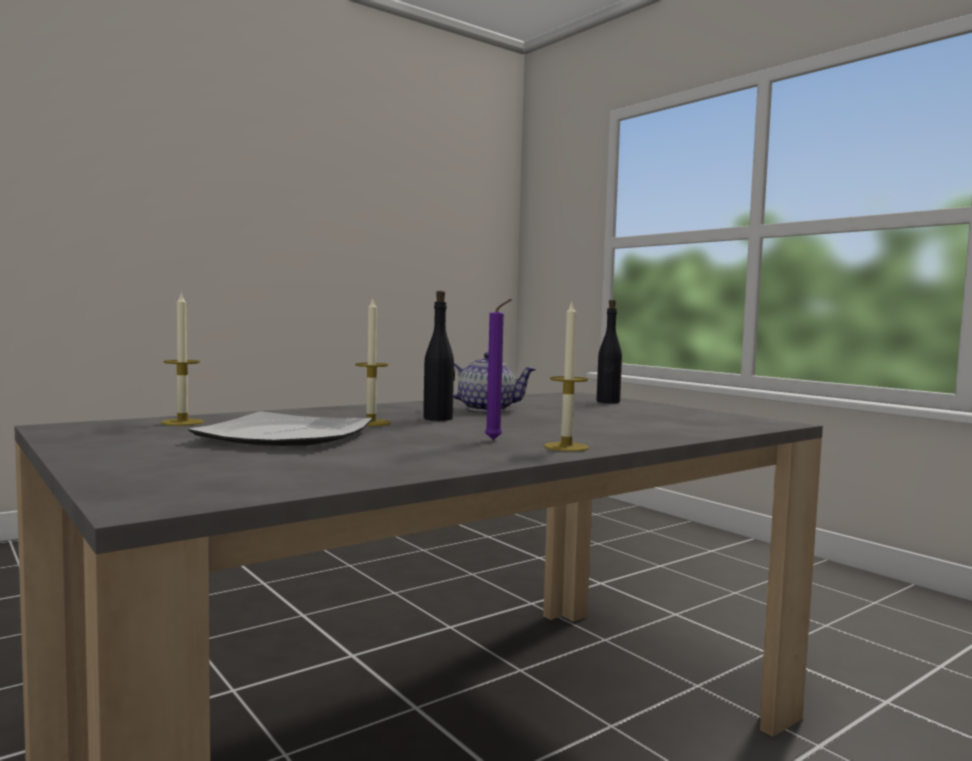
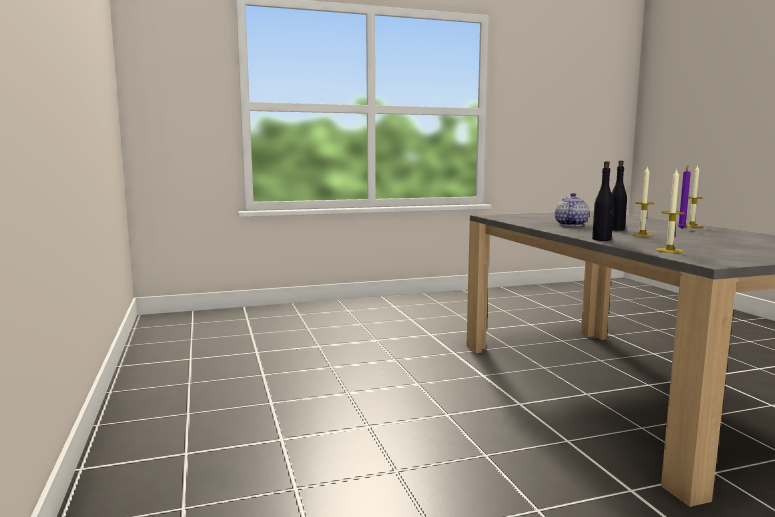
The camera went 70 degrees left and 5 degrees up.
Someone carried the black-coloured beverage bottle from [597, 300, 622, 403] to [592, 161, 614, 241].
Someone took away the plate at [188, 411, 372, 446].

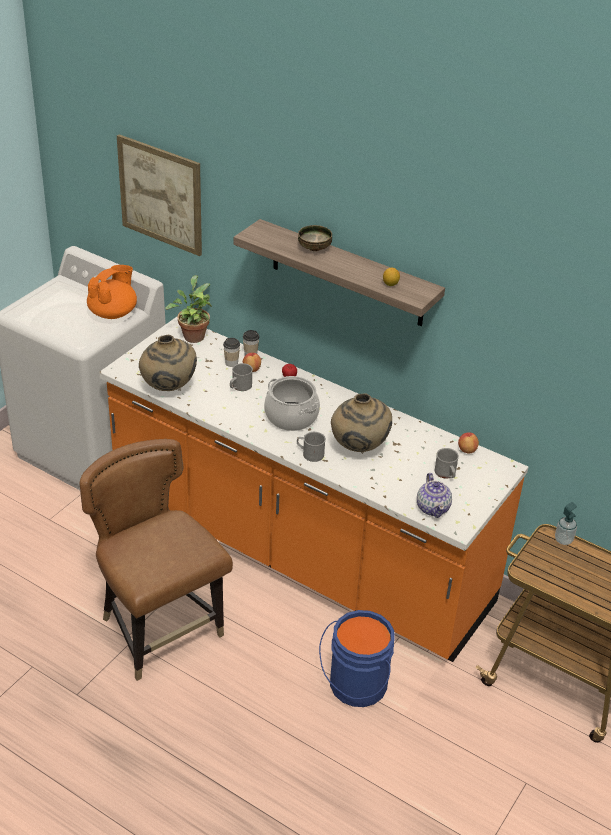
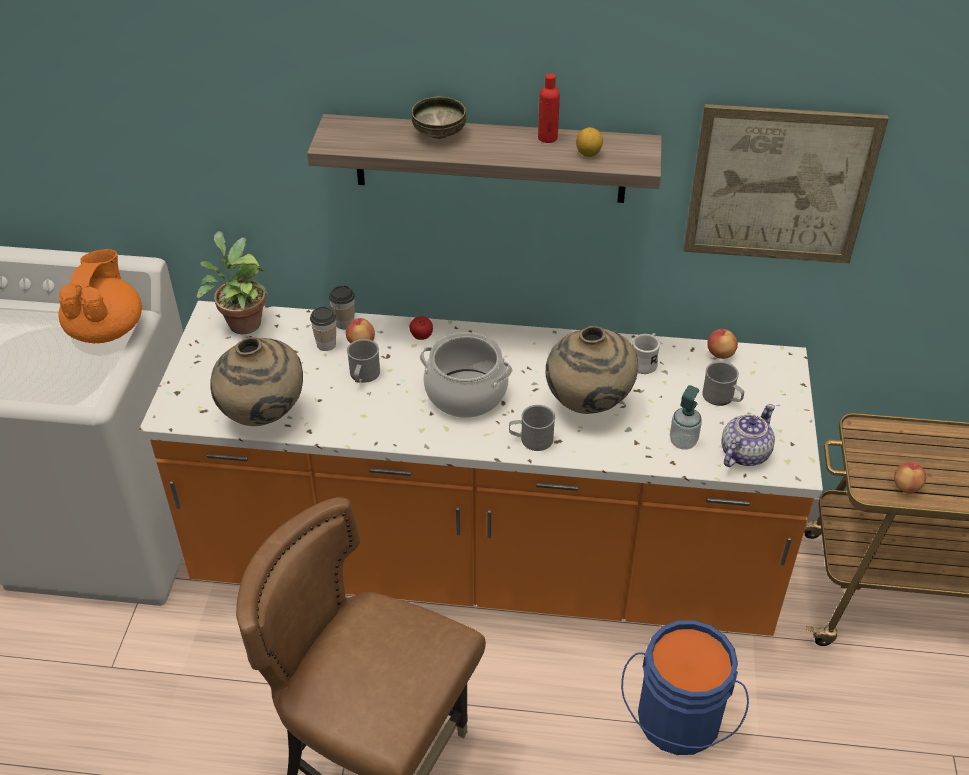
The camera went 25 degrees left and 5 degrees up.
Someone carried the wall art from [117, 134, 202, 256] to [684, 104, 889, 263].
Someone rotated the teapot at [417, 473, 452, 518] by 105 degrees counterclockwise.
Someone carried the liquid soap bottle from [555, 502, 577, 545] to [670, 385, 702, 450].
Someone put down the reddish beverage bottle at [538, 73, 560, 143].
Someone put down the white coffee mug at [632, 333, 660, 374].
Someone put down the apple at [894, 462, 926, 494].

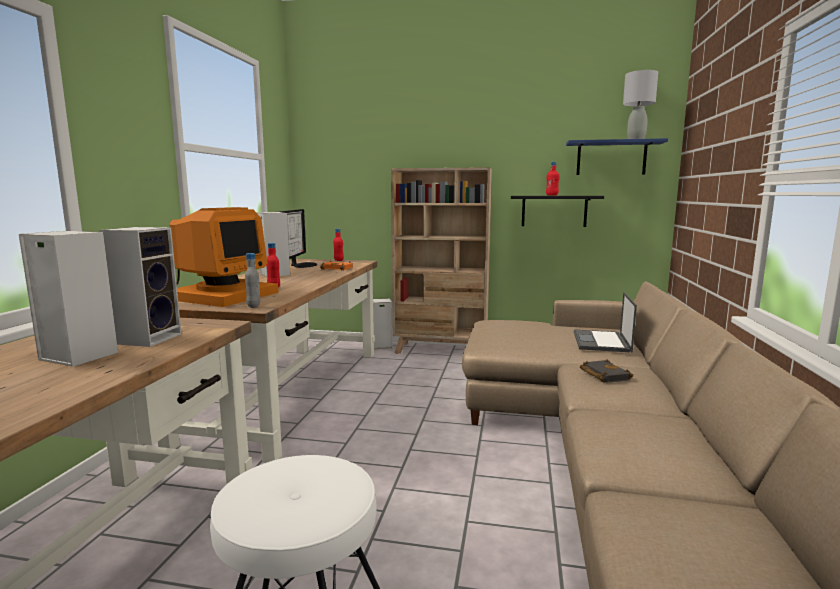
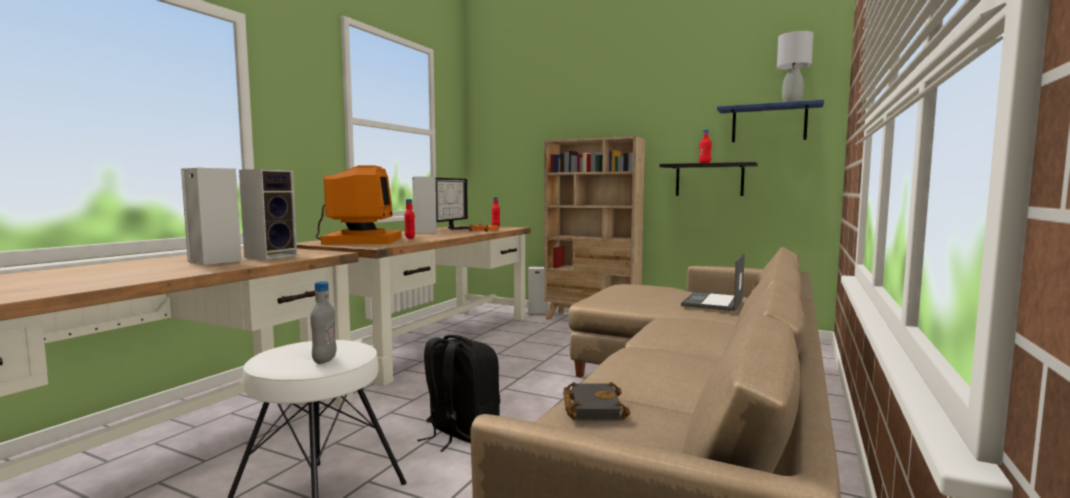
The camera went 15 degrees right and 5 degrees down.
Someone rotated the computer display at [169, 207, 278, 307] by 45 degrees counterclockwise.
Someone carried the grey beverage bottle from [245, 253, 260, 308] to [310, 281, 336, 364].
Someone carried the black-coloured volume from [580, 359, 633, 383] to [563, 382, 630, 421].
Someone put down the black-coloured knapsack at [417, 335, 500, 452].

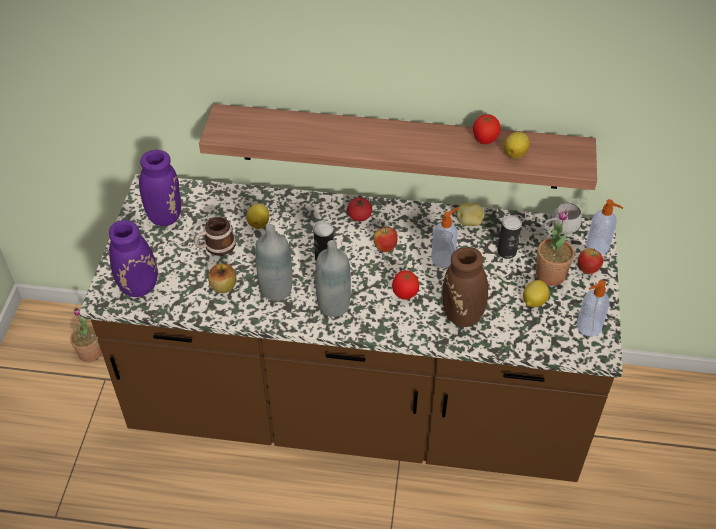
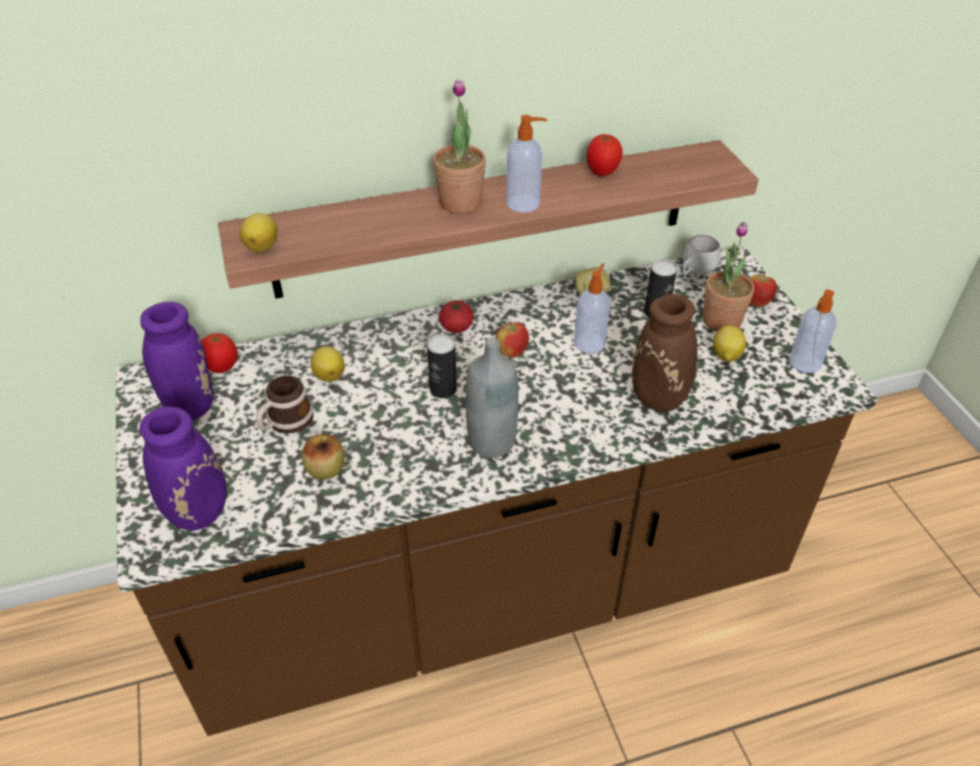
The camera went 25 degrees left and 5 degrees down.
Someone carried the lemon from [504, 132, 530, 159] to [240, 213, 278, 252].
Someone carried the liquid soap bottle from [586, 199, 623, 255] to [506, 115, 547, 213].
Someone took away the grey beverage bottle at [255, 224, 292, 301].
Someone carried the whole tomato from [392, 270, 419, 299] to [202, 333, 238, 373].
Someone carried the potted plant from [70, 307, 102, 362] to [433, 79, 486, 214].

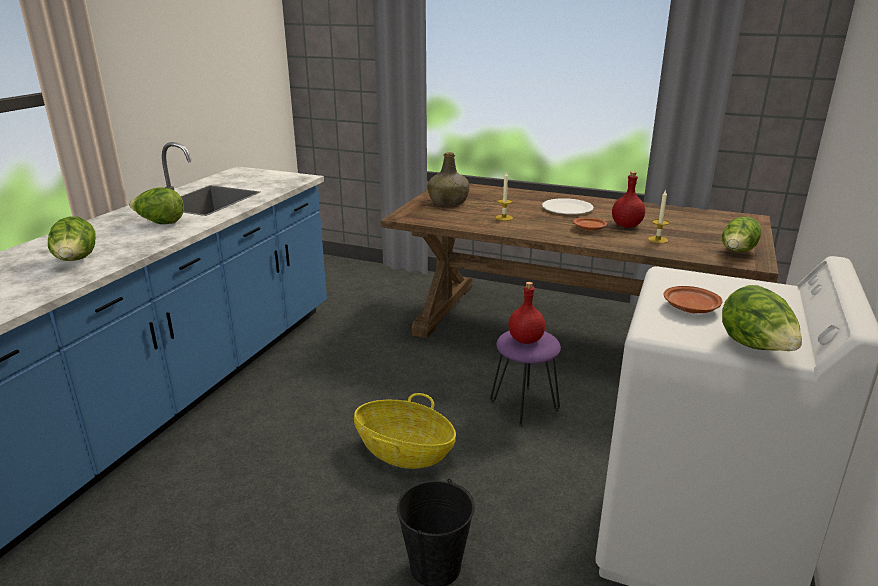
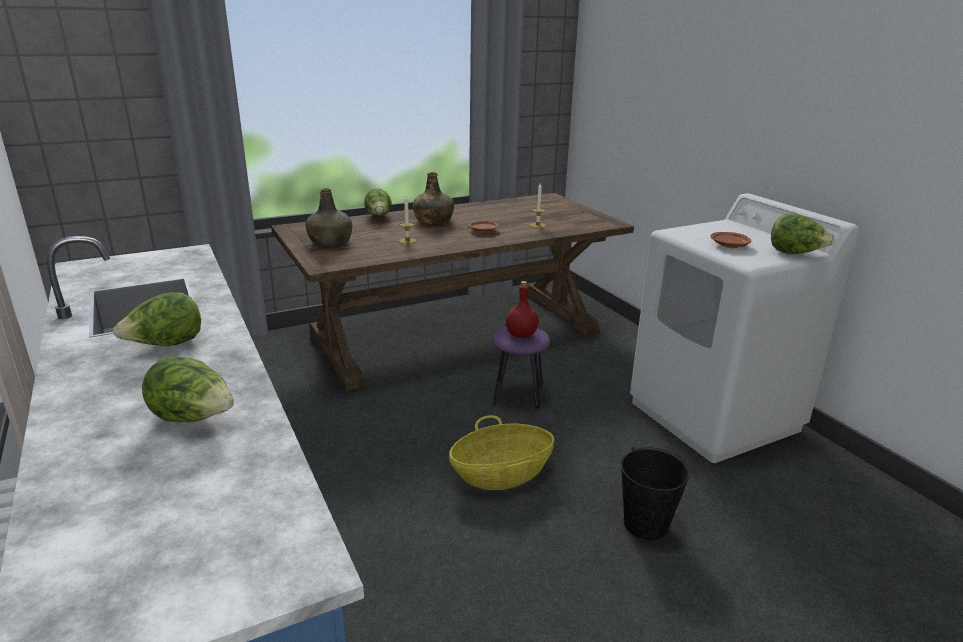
The camera went 50 degrees left and 0 degrees up.
Someone took away the reddish beverage bottle at [612, 171, 645, 228].
Someone swapped the white plate at [542, 198, 594, 214] for the green-coloured beverage bottle at [412, 172, 454, 224].
Someone carried the lettuce head from [722, 217, 762, 252] to [364, 188, 392, 217].

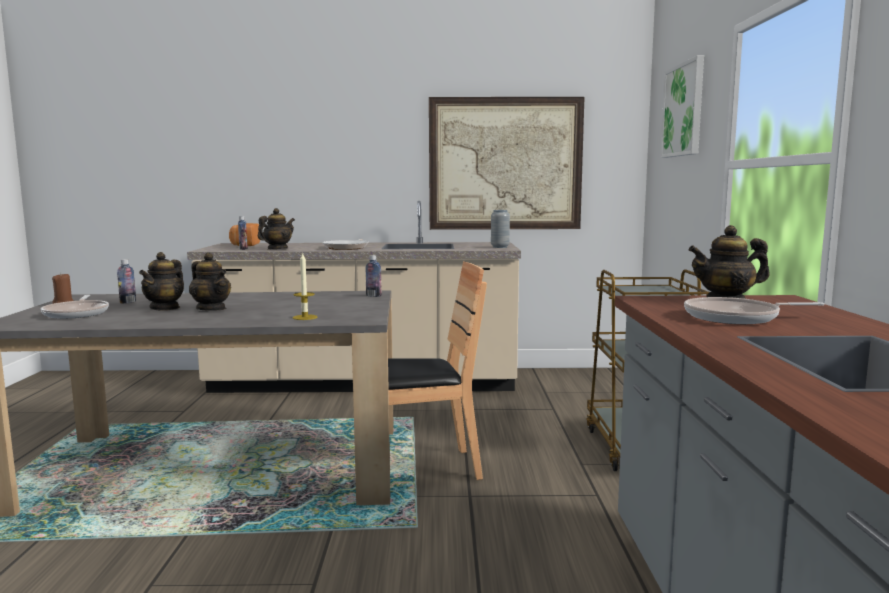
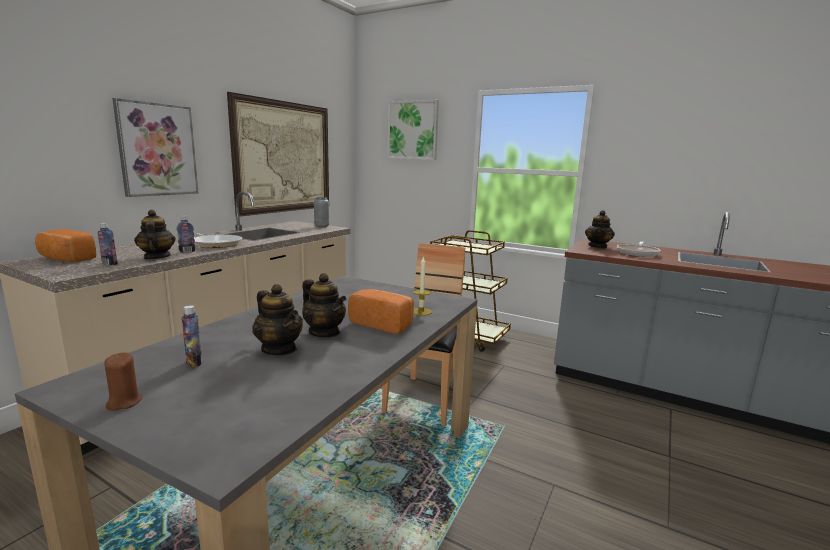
The camera went 60 degrees left and 5 degrees up.
Someone rotated the teapot at [189, 253, 231, 311] by 60 degrees clockwise.
Someone carried the beverage bottle from [365, 255, 382, 297] to [177, 216, 196, 253].
Someone took away the frying pan at [41, 295, 109, 319].
Someone put up the wall art at [112, 98, 198, 197].
Someone put down the bread at [348, 289, 414, 334].

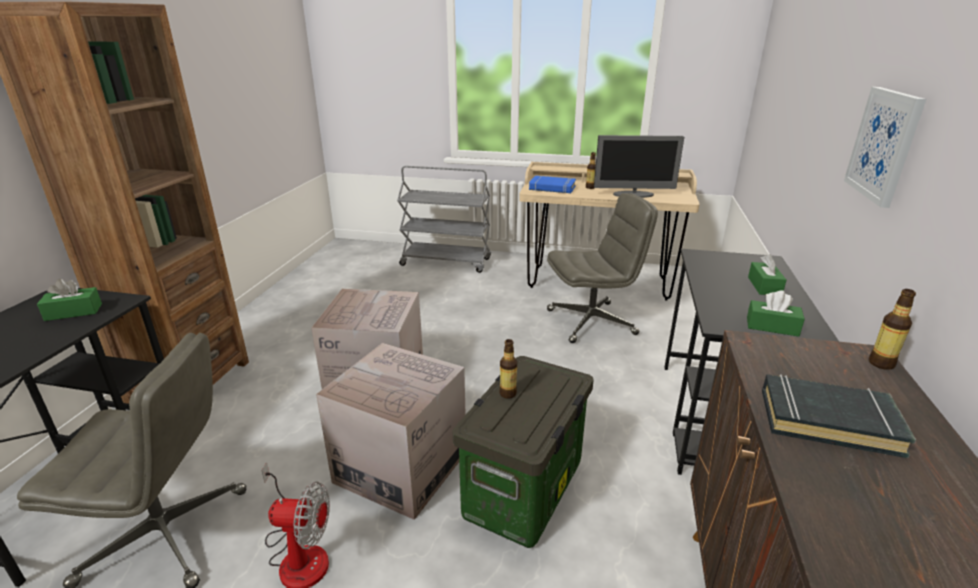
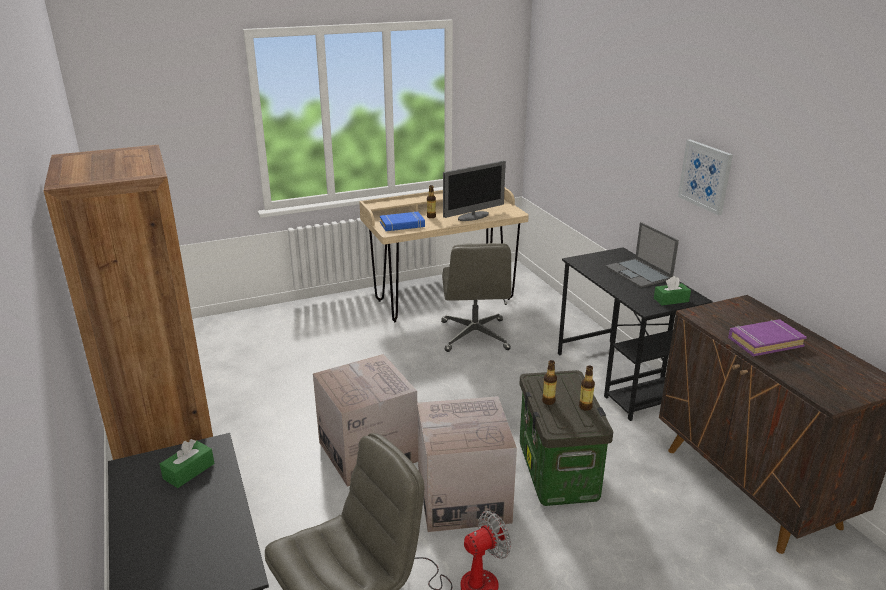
The camera went 35 degrees left and 0 degrees up.
Someone took away the grey cart at [397, 166, 491, 273].
Someone rotated the grey computer chair at [547, 193, 658, 343] by 135 degrees clockwise.
Someone swapped the green-coloured tissue holder at [748, 254, 787, 295] for the portable computer at [605, 222, 679, 288].
Someone carried the beverage bottle from [869, 289, 916, 370] to [579, 365, 595, 411].
Someone repainted the black-coloured volume at [762, 374, 916, 458], which became the purple-coloured volume at [728, 319, 807, 356].

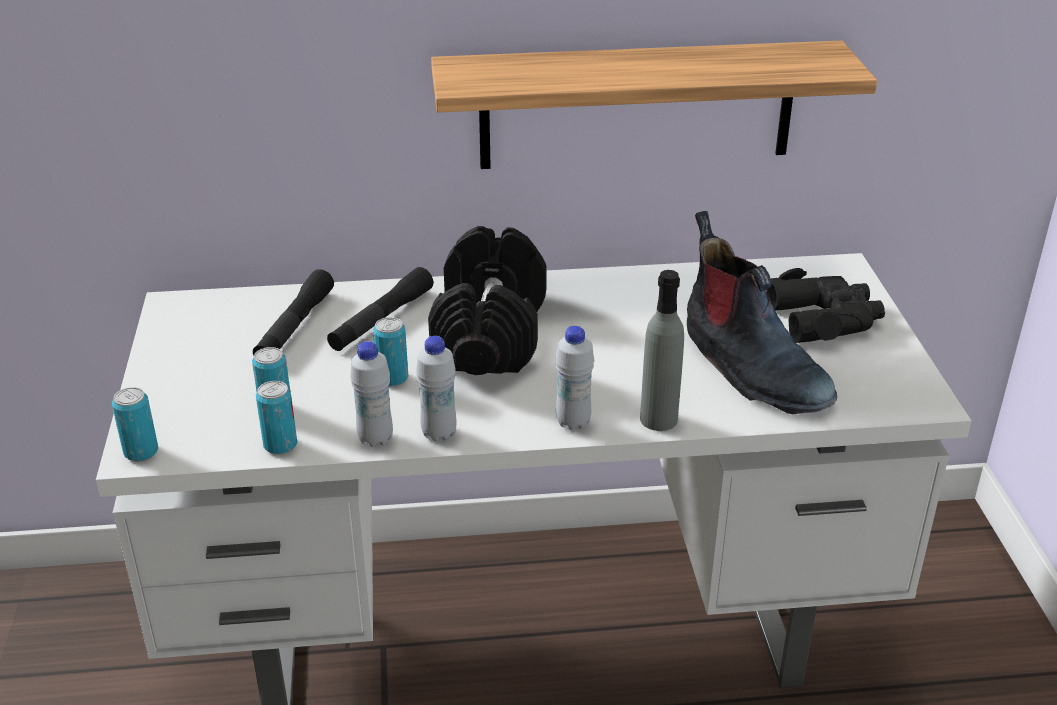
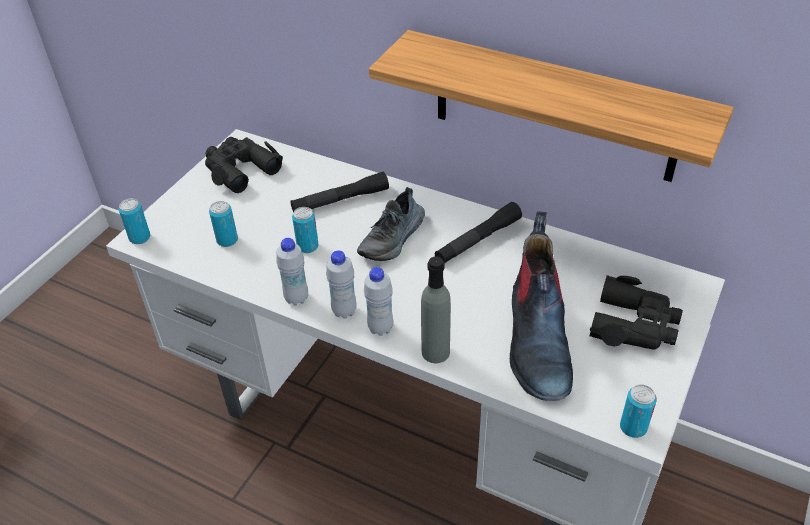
The camera went 35 degrees right and 10 degrees up.
Someone swapped the black-coloured hand weight at [428, 226, 547, 375] for the low shoe at [357, 187, 425, 261].
Someone carried the black-coloured torch from [253, 269, 334, 356] to [435, 202, 522, 264].
Someone carried the white beverage bottle from [350, 341, 393, 447] to [326, 250, 357, 319].
Someone carried the metal can from [256, 381, 297, 455] to [620, 384, 657, 438].
Someone put down the black-coloured binoculars at [205, 137, 283, 193].

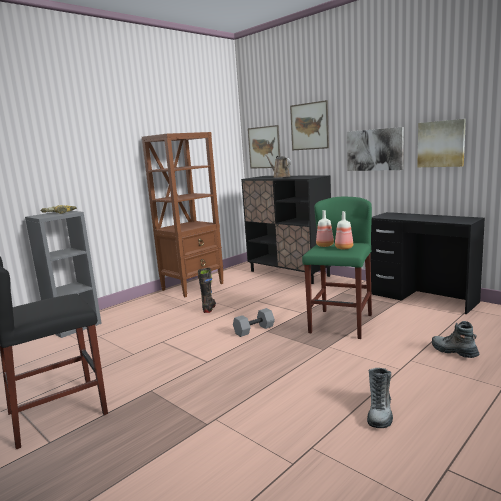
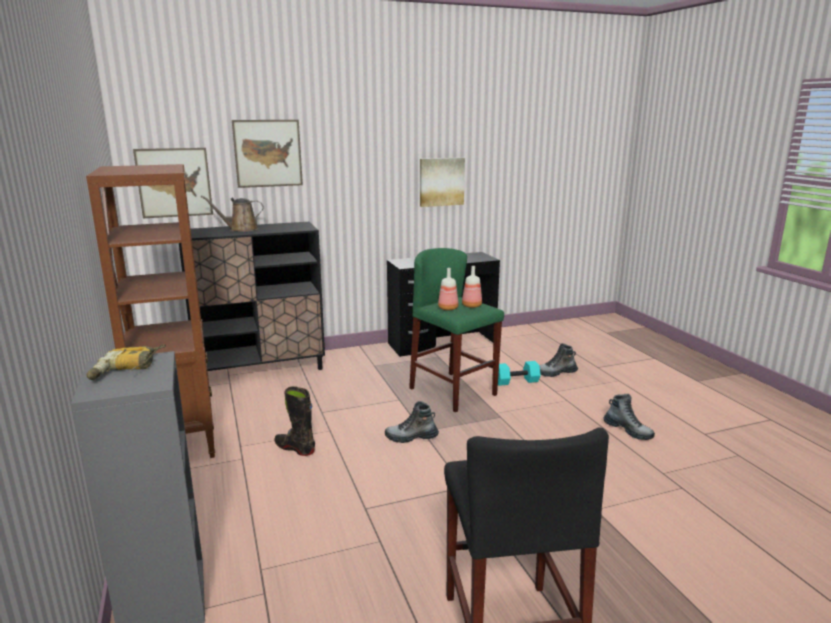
The camera went 65 degrees left and 5 degrees up.
Someone took away the wall art at [347, 127, 404, 171].
Someone swapped the grey hand weight at [233, 308, 275, 337] for the tall boot at [385, 401, 439, 443].
Someone put down the turquoise hand weight at [498, 361, 541, 386].

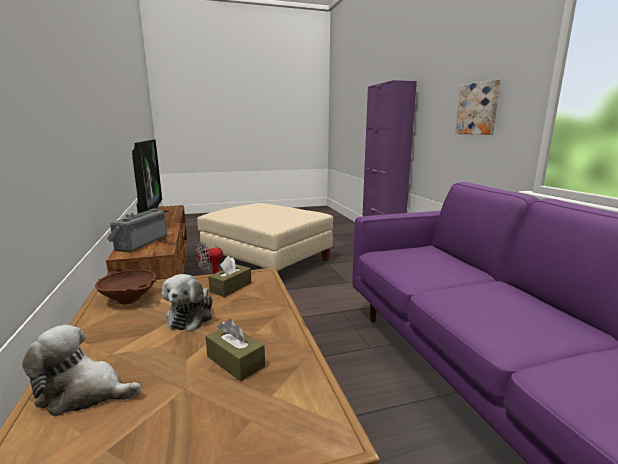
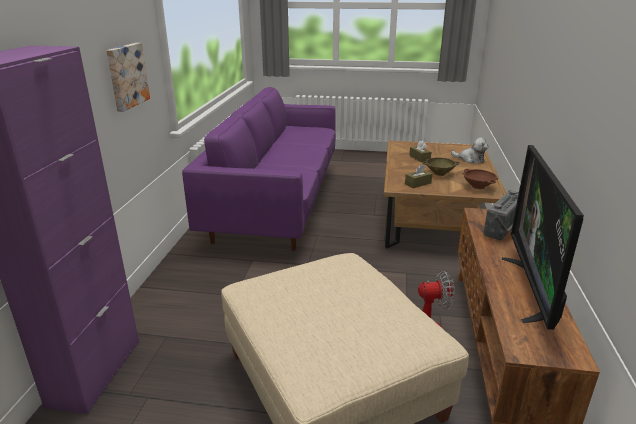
The camera went 155 degrees left and 10 degrees up.
Someone swapped the soft toy at [162, 274, 213, 330] for the beige serving bowl at [422, 158, 460, 176].

